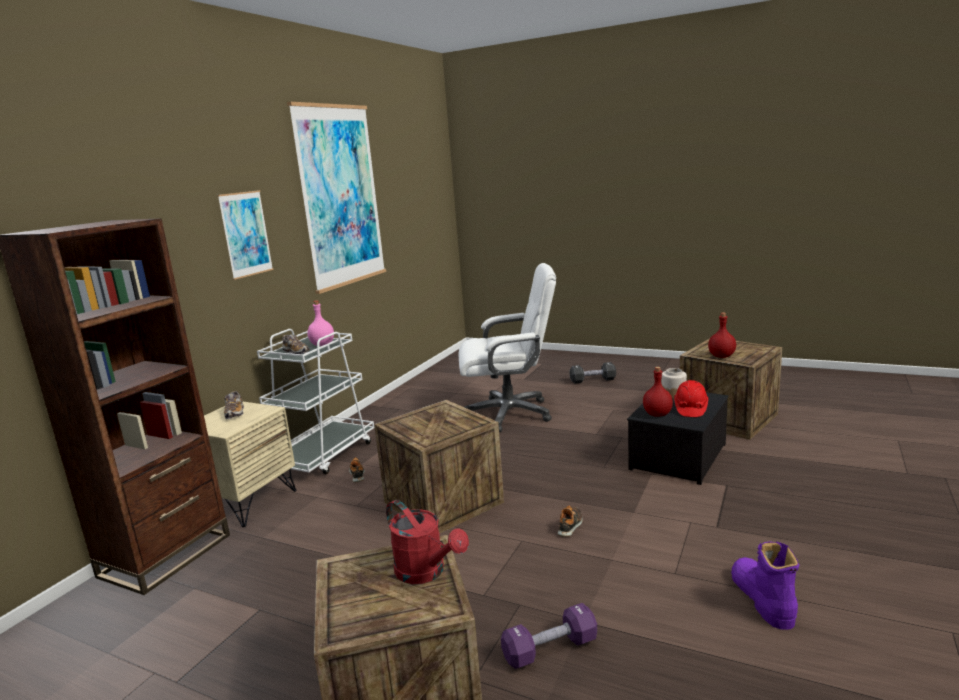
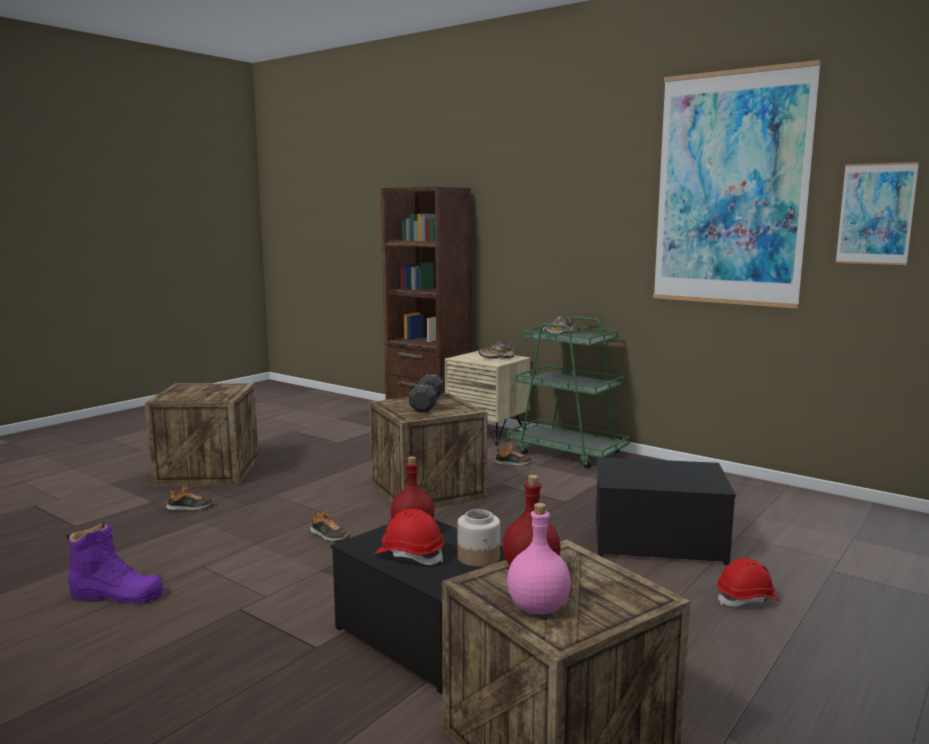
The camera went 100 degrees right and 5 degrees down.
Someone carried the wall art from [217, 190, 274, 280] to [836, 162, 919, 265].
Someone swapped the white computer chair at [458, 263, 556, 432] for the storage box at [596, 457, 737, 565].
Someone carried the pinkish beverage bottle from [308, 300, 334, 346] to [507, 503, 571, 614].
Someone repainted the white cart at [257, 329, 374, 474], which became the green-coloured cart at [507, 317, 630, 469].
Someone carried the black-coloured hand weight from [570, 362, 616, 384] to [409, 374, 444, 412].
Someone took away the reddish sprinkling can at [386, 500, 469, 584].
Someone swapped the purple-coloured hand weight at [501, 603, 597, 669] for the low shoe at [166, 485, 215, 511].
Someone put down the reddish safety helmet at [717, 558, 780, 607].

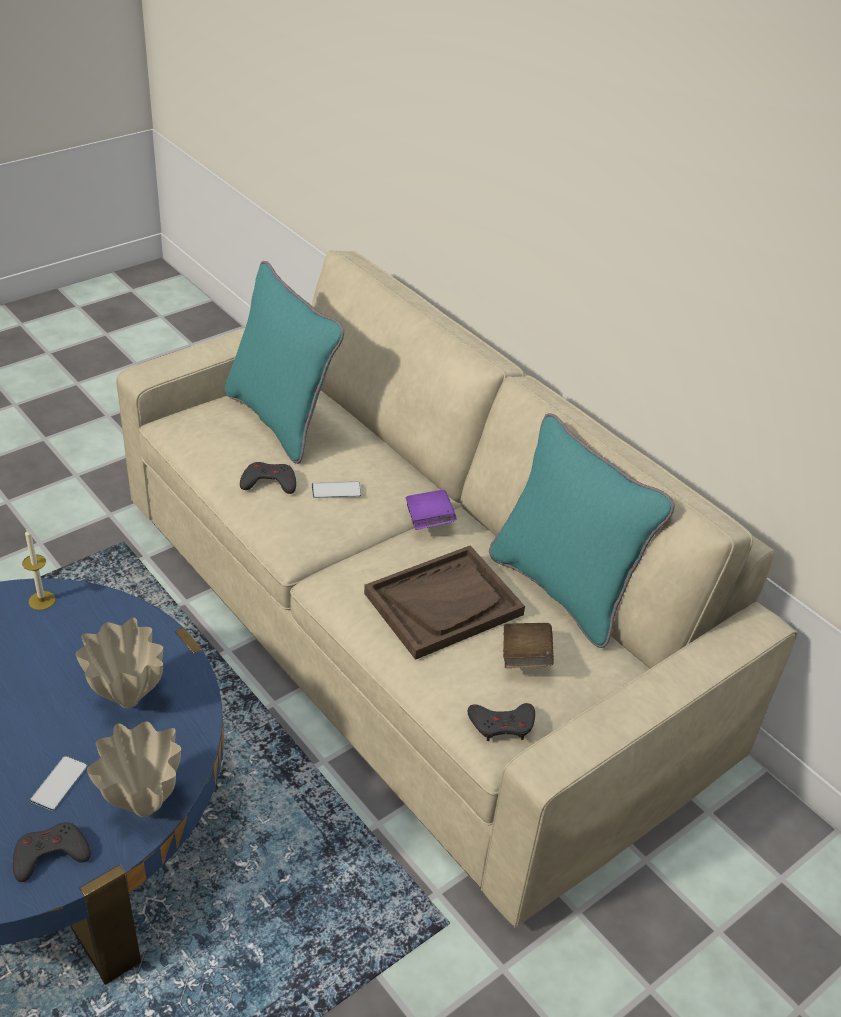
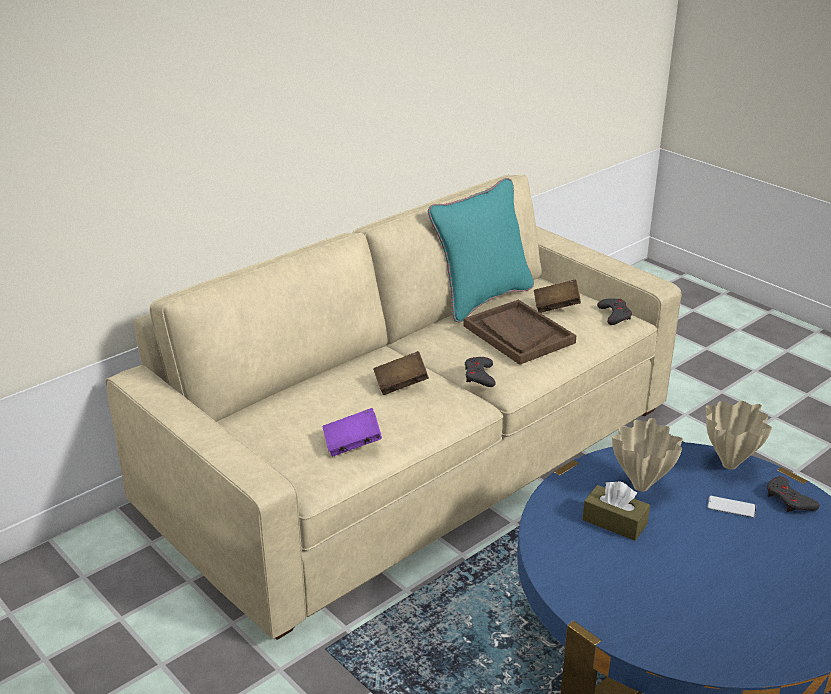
The camera went 90 degrees left and 10 degrees down.
Someone took away the turquoise pillow at [224, 261, 344, 464].
Someone carried the grey gamepad from [240, 462, 296, 494] to [465, 357, 496, 387].
Someone swapped the phone at [312, 481, 361, 498] for the brownish volume at [373, 351, 429, 395].
Someone carried the purple-coloured volume from [405, 490, 456, 530] to [323, 408, 382, 457].
Someone took away the wax candle at [22, 529, 56, 610].
Someone put down the brownish tissue holder at [582, 481, 650, 541].

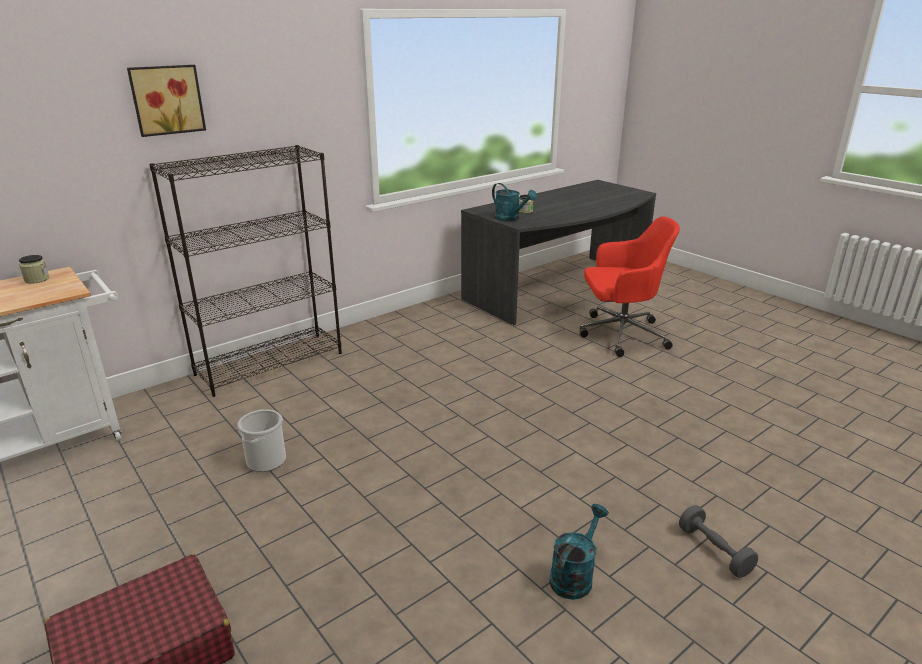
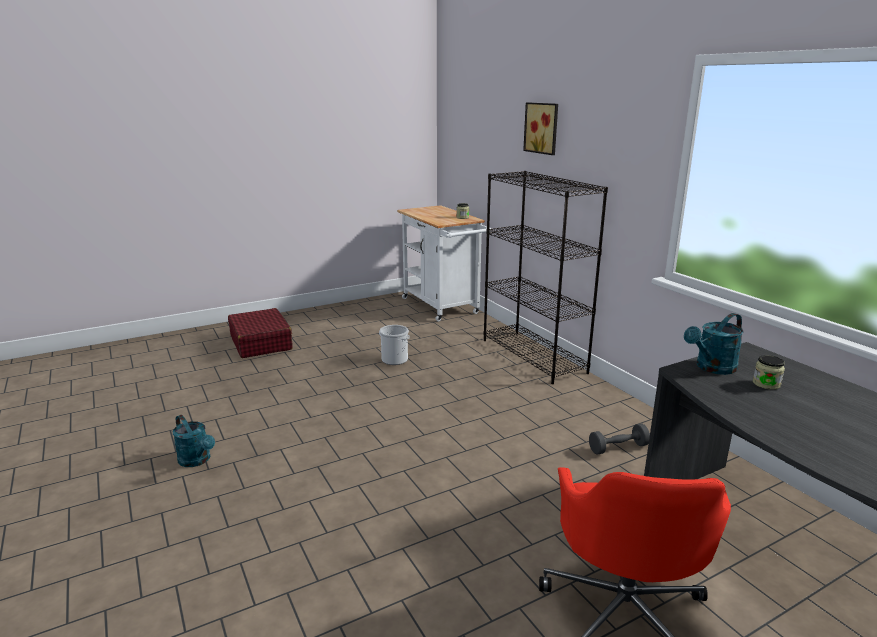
The camera went 100 degrees right and 5 degrees down.
Someone carried the grey hand weight from [679, 505, 758, 578] to [589, 424, 650, 455].

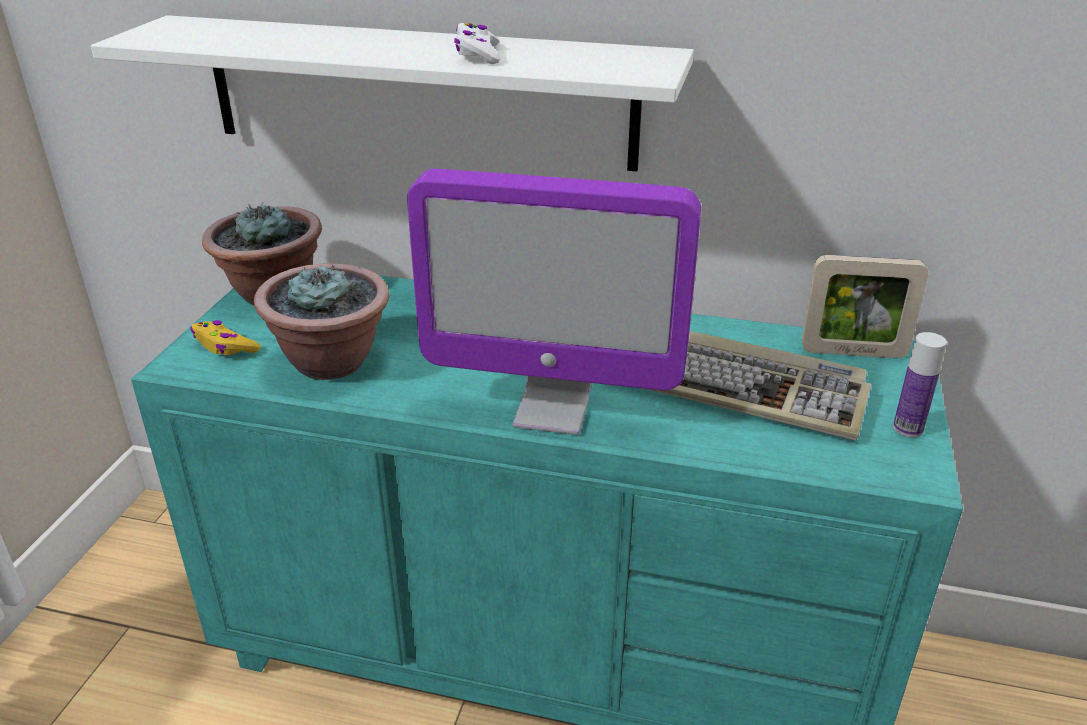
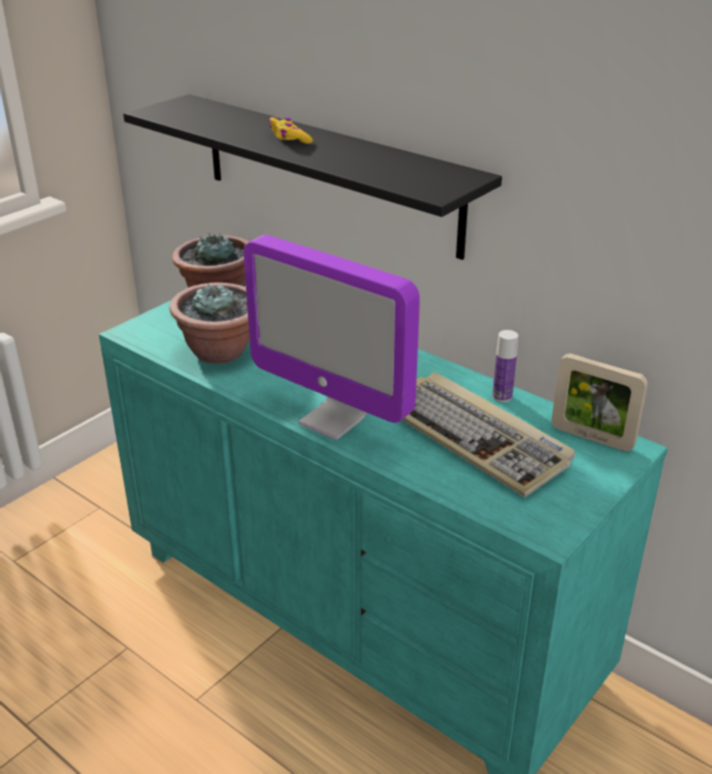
The camera went 25 degrees right and 0 degrees up.
Someone repainted the white wall shelf at [91, 15, 694, 172], which became the black-coloured wall shelf at [123, 94, 502, 260].
Someone took away the white gamepad at [454, 23, 500, 64].
Someone carried the yellow gamepad from [191, 320, 261, 355] to [269, 117, 313, 144].
Someone carried the beverage bottle from [893, 332, 947, 437] to [492, 330, 518, 402].

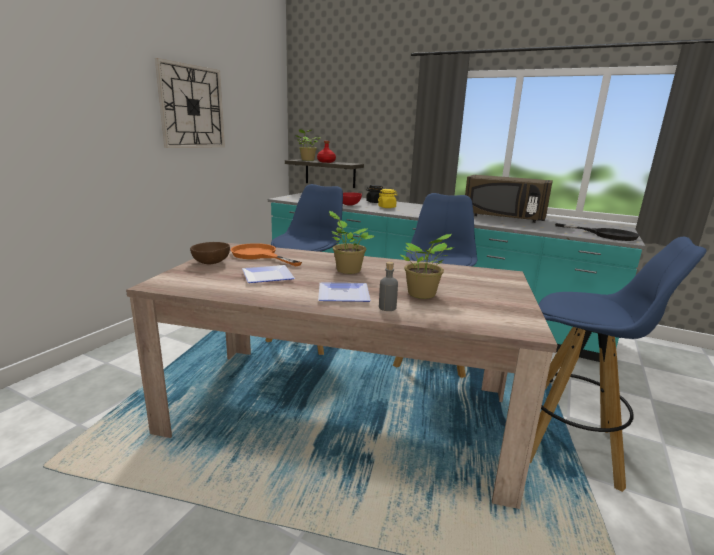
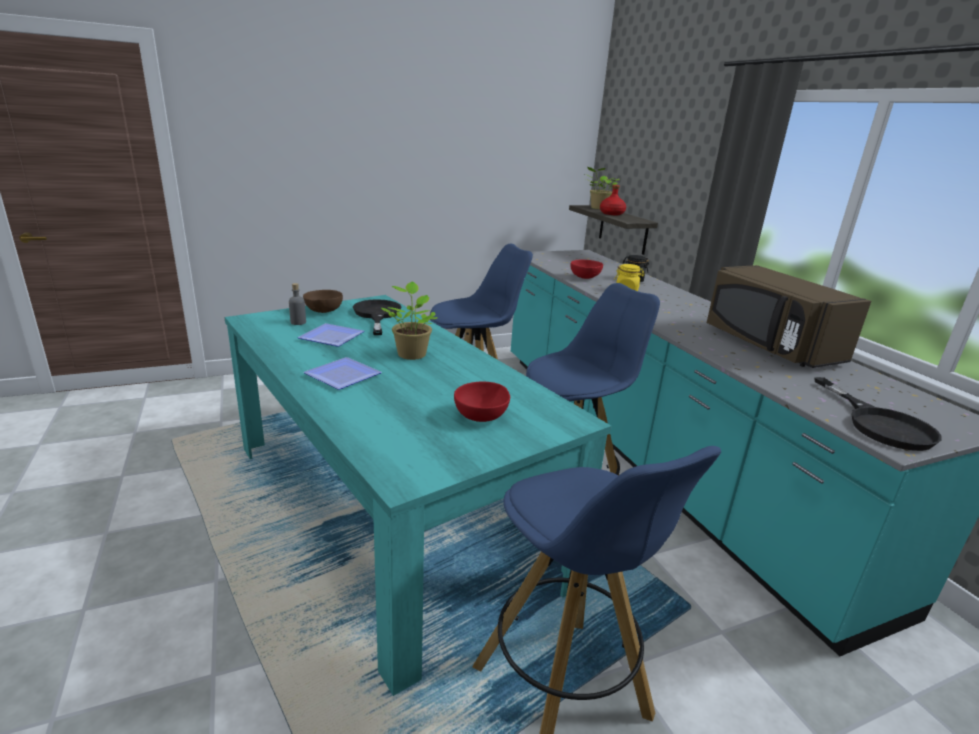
The camera went 40 degrees right and 5 degrees up.
Someone took away the clock on the wall at [155, 58, 225, 148].
Someone took away the potted plant at [400, 234, 454, 299].
Someone repainted the beige kitchen table at [126, 243, 557, 509], which became the turquoise kitchen table at [224, 295, 611, 696].
Someone repainted the orange frying pan at [231, 243, 302, 267], which became the black-coloured frying pan at [353, 299, 402, 335].
Someone carried the grey beverage bottle from [379, 262, 398, 311] to [289, 283, 306, 325].
Someone put down the reddish serving bowl at [454, 382, 510, 422].

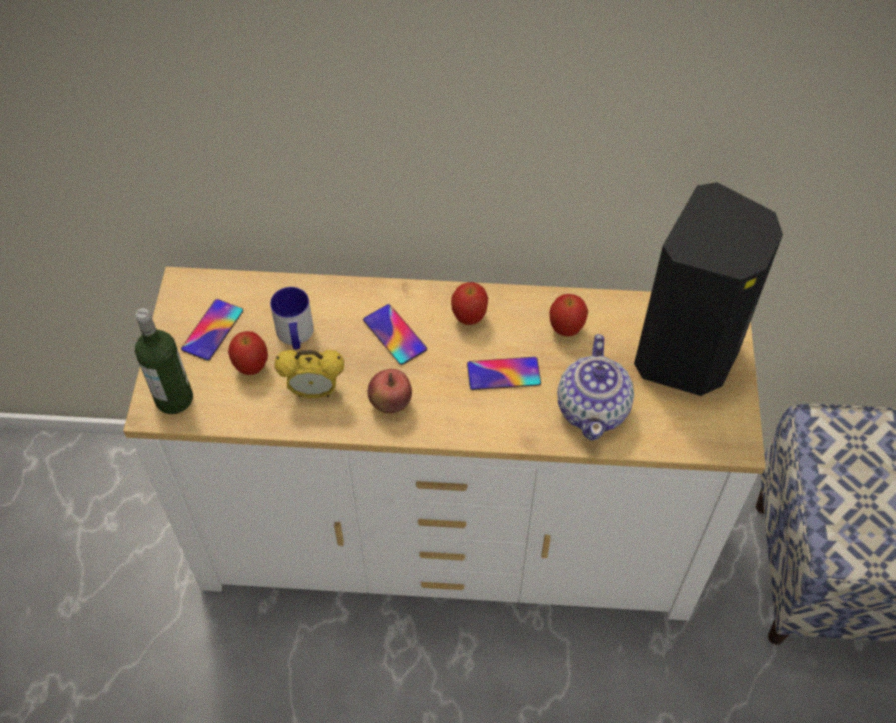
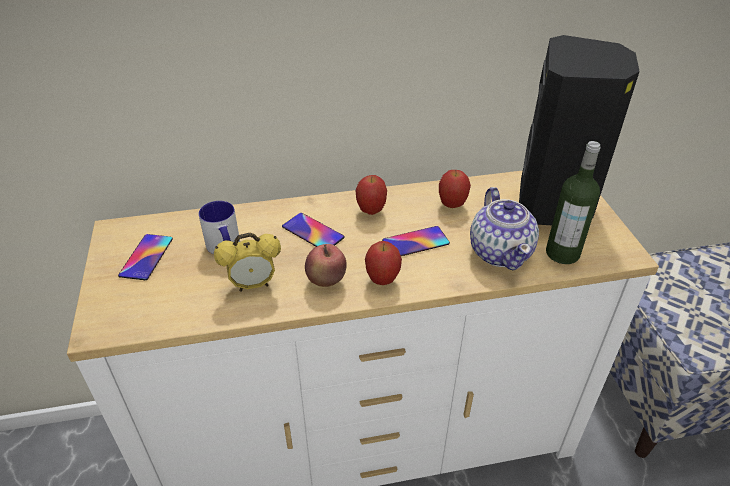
The camera went 15 degrees left and 15 degrees down.
Someone carried the beverage bottle from [135, 308, 193, 414] to [546, 141, 601, 264].
Someone carried the apple from [228, 331, 268, 375] to [365, 241, 402, 285].

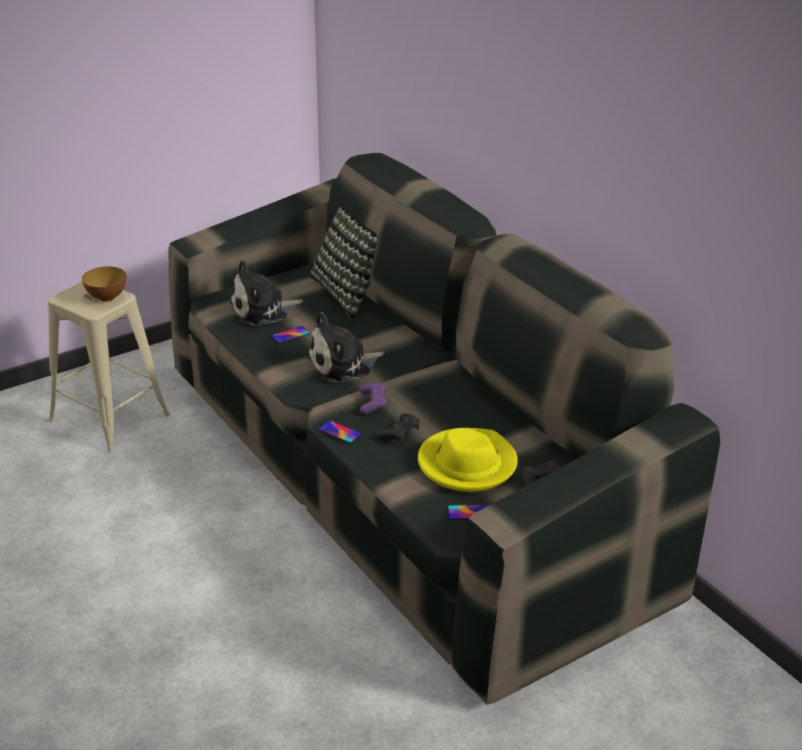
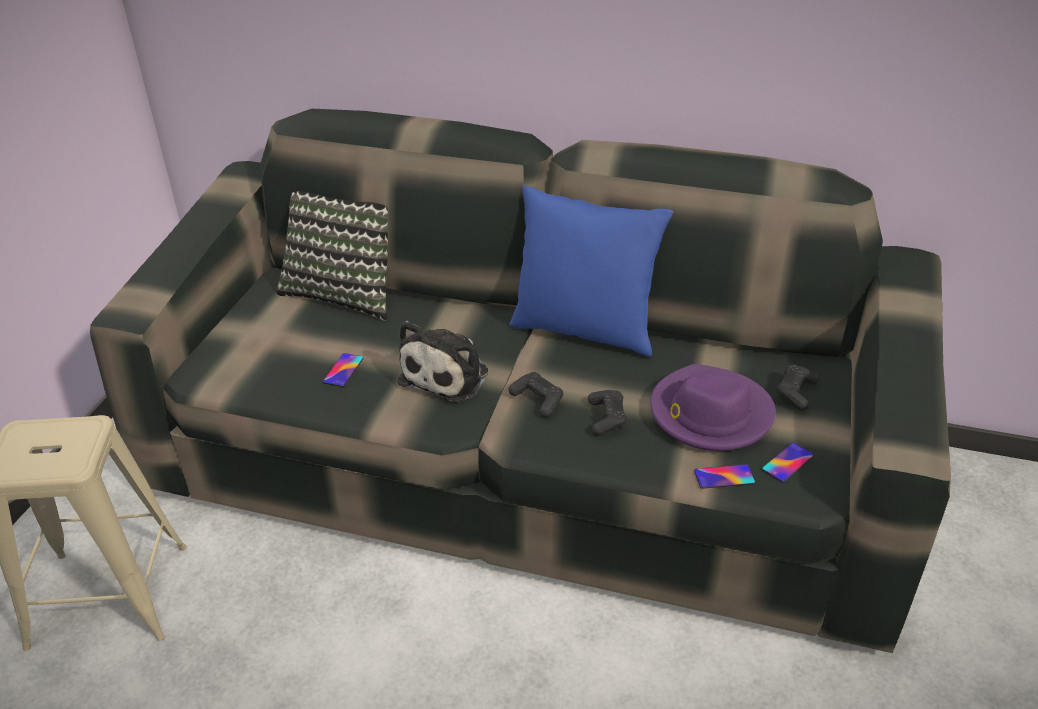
The camera went 40 degrees left and 5 degrees up.
Someone took away the soft toy at [230, 260, 303, 326].
Someone took away the serving bowl at [82, 267, 126, 302].
Someone repainted the purple-coloured gamepad at [360, 383, 387, 414], which became the black-coloured gamepad at [508, 372, 563, 418].
Someone carried the phone from [318, 420, 362, 443] to [694, 464, 755, 489].
Someone repainted the yellow clothing hat at [418, 428, 518, 492], which became the purple-coloured clothing hat at [650, 364, 776, 451].
Someone put down the blue-coloured pillow at [509, 185, 673, 357].

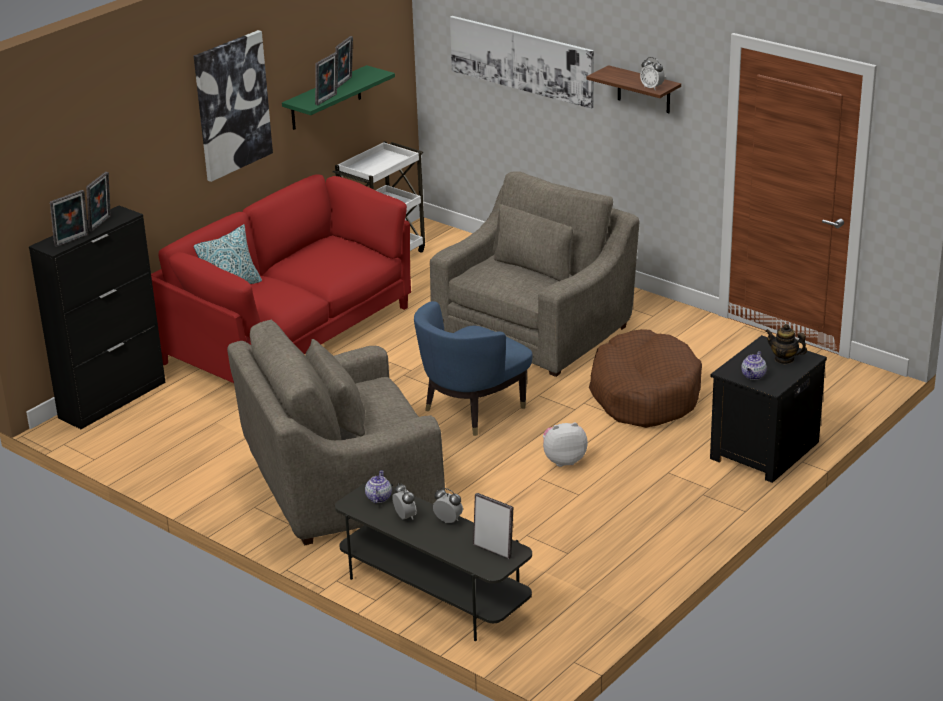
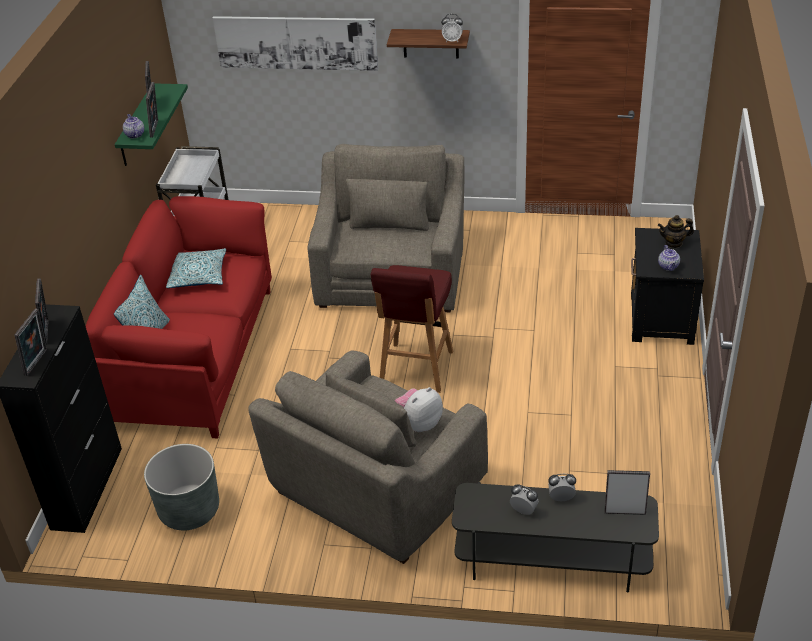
The camera went 30 degrees left and 10 degrees up.
Someone took away the wall art at [194, 30, 273, 182].
Someone swapped the blue-coloured armchair at [414, 301, 533, 436] for the reddish stool seat at [371, 265, 453, 393].
Someone took away the brownish pet bed at [589, 329, 702, 428].
Someone carried the soft toy from [543, 422, 588, 467] to [395, 387, 443, 432].
Someone carried the teapot from [365, 470, 392, 503] to [123, 114, 144, 138].
Someone put down the pillow at [166, 248, 226, 288].
Someone put down the grey planter at [144, 444, 219, 530].

